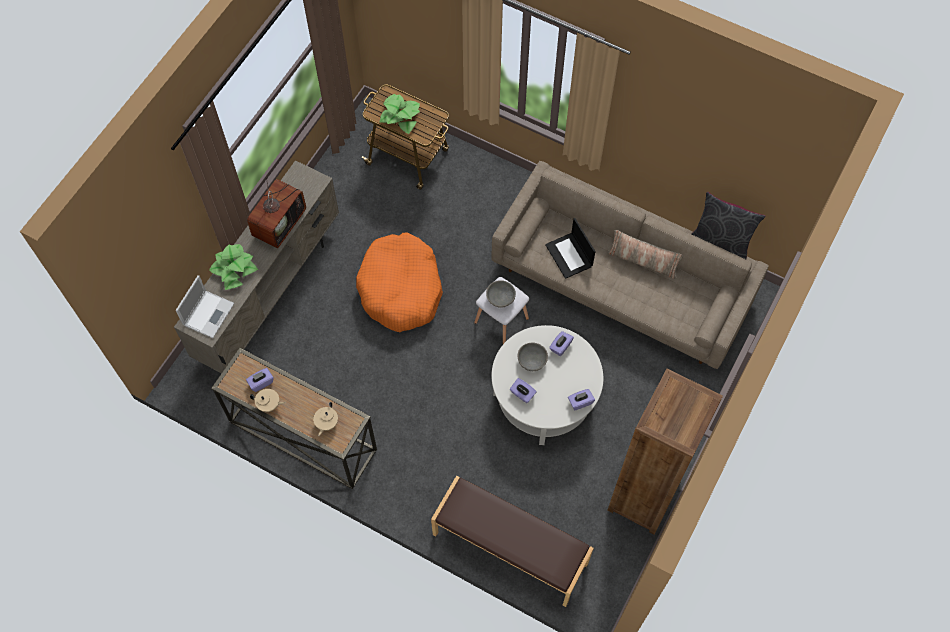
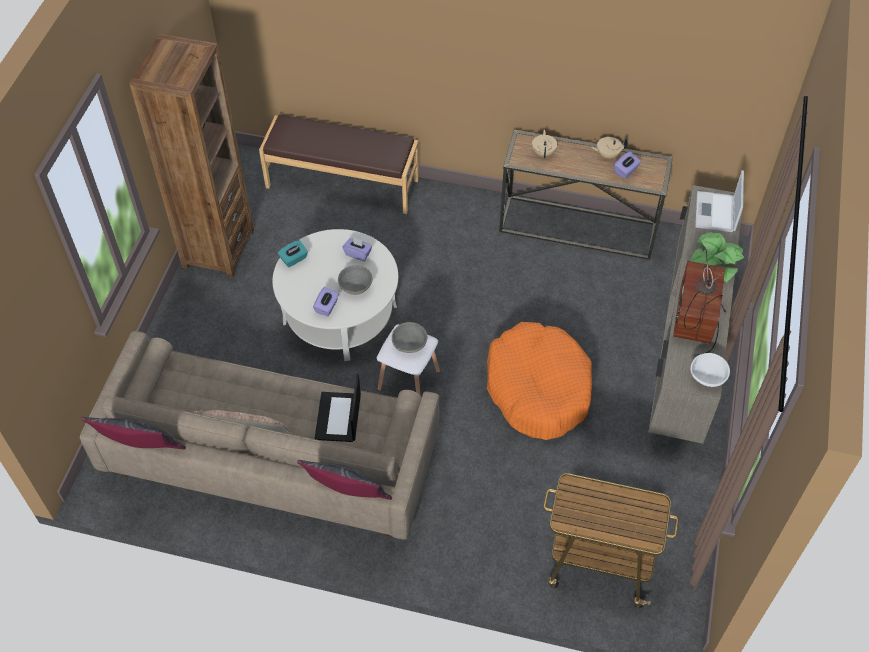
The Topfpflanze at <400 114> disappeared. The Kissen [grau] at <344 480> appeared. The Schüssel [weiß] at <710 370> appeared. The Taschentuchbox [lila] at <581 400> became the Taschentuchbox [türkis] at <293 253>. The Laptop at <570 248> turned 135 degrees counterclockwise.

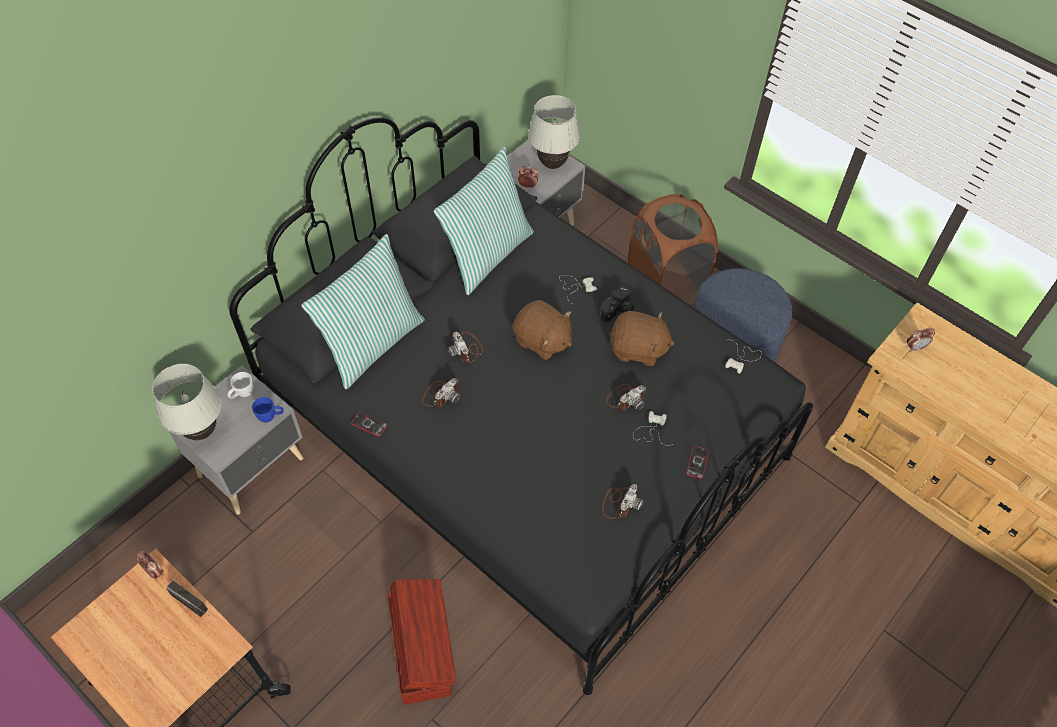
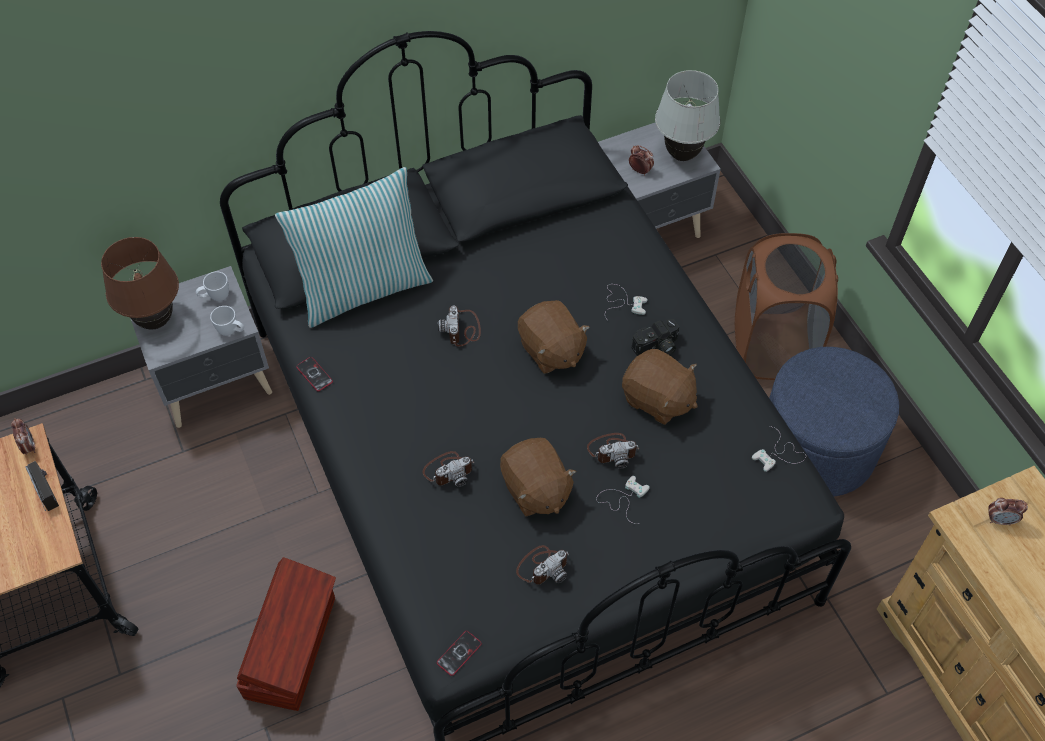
The Kissen at <484 221> disappeared. The Plüschtier [braun] at <538 477> appeared. The Kamera moved from <441 392> to <449 469>. The Handy moved from <697 462> to <459 653>. The Tischlampe [weiß] at <187 402> became the Tischlampe [braun] at <140 283>. The Henkelbecher [blau] at <268 410> became the Henkelbecher [weiß] at <227 321>.

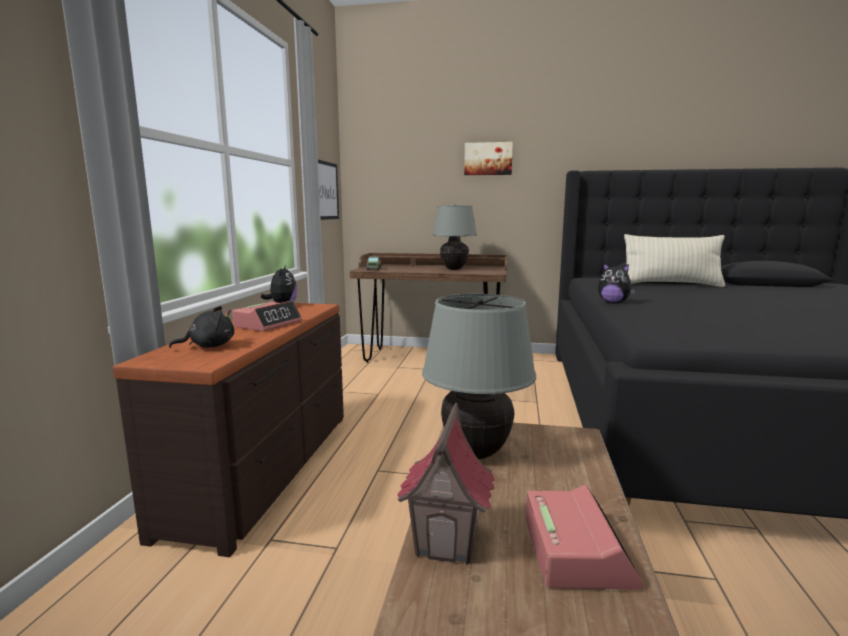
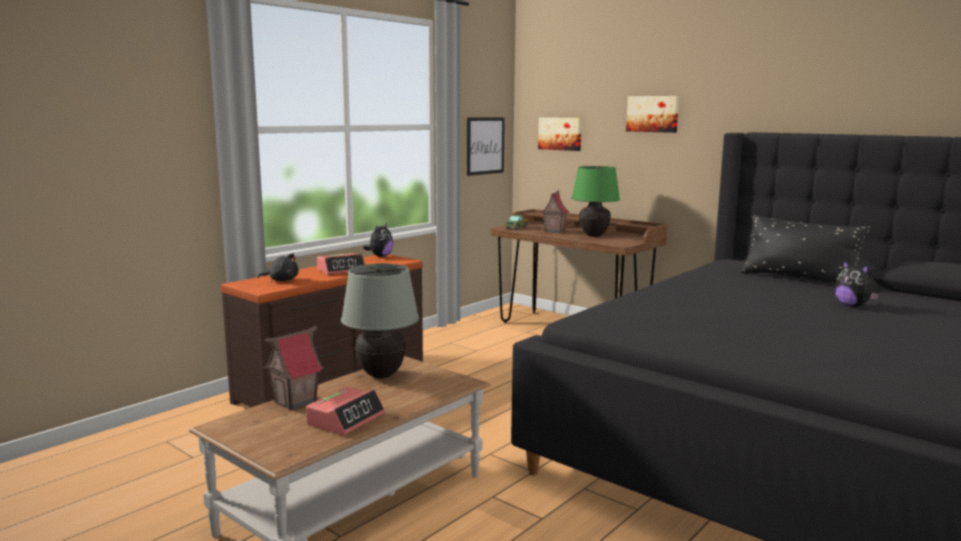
The Bild at <560 134> appeared. The Spielzeughaus at <554 211> appeared. The Plüschtier moved from <617 283> to <856 283>. The Tischlampe [grau] at <454 237> became the Tischlampe [grün] at <595 201>. The Kissen [beige] at <675 260> became the Kissen [schwarz] at <805 249>.

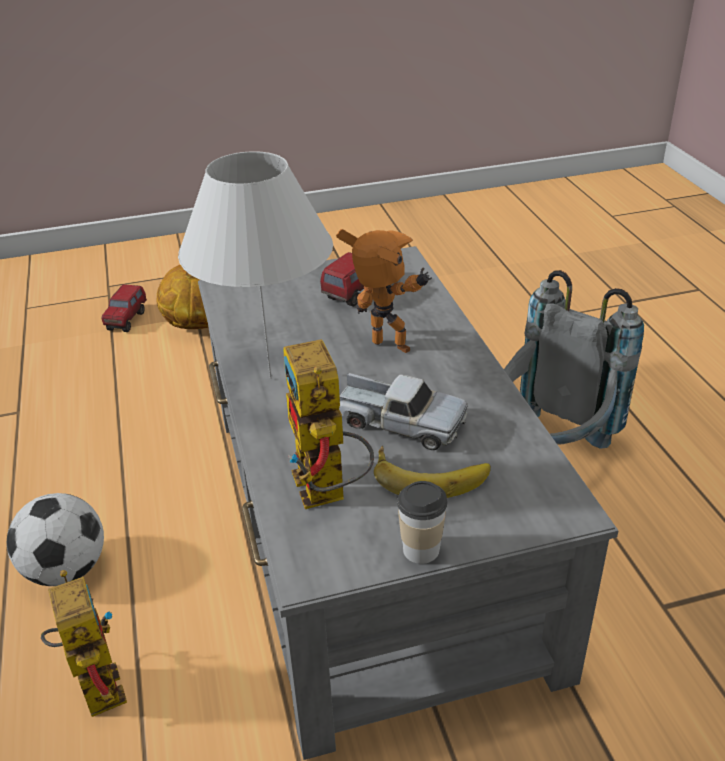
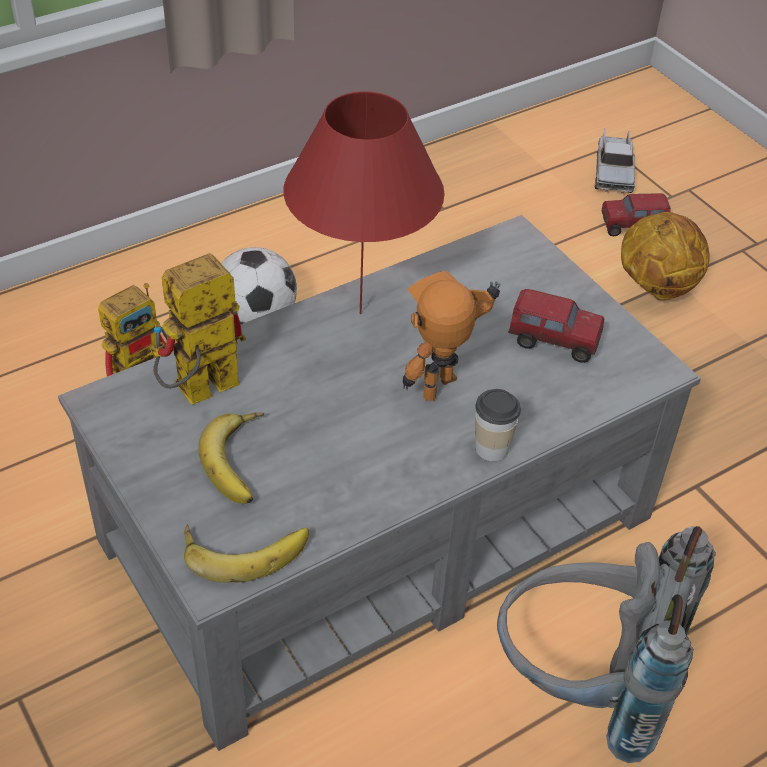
The Banane at <246 553> appeared. The Spielzeuglaster moved from <403 411> to <615 160>. The Tasse moved from <422 522> to <498 425>. The Tischlampe [weiß] at <255 265> became the Tischlampe [rot] at <364 202>. The Spielzeugroboter at <384 291> turned 150 degrees counterclockwise.

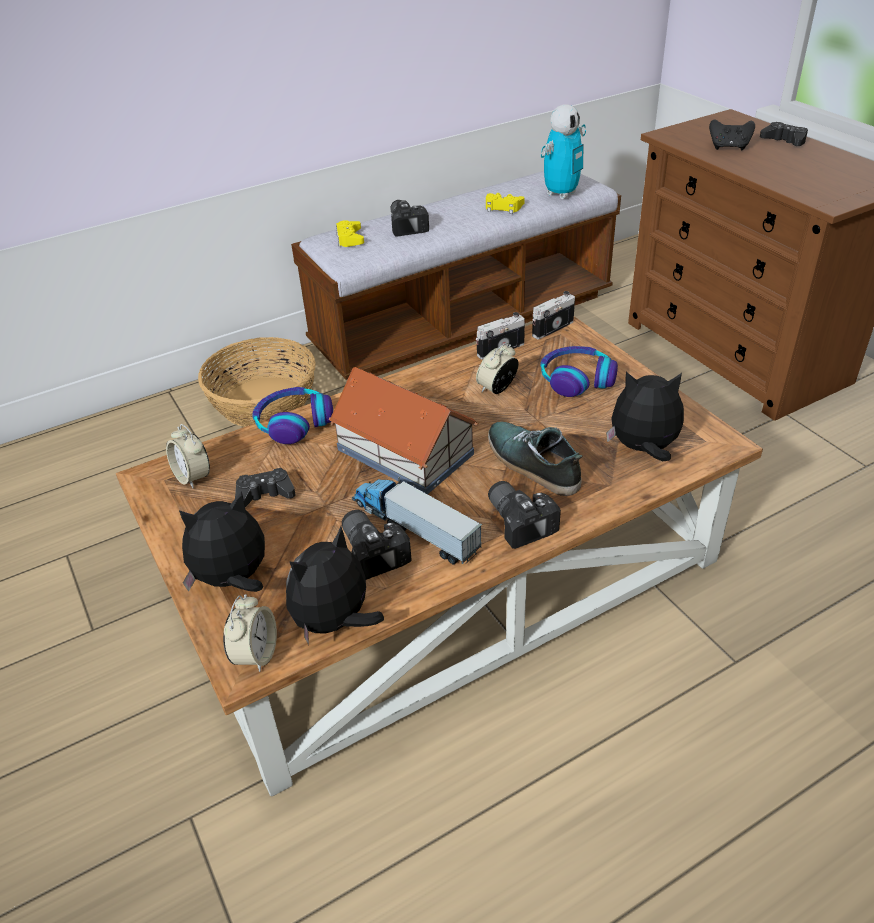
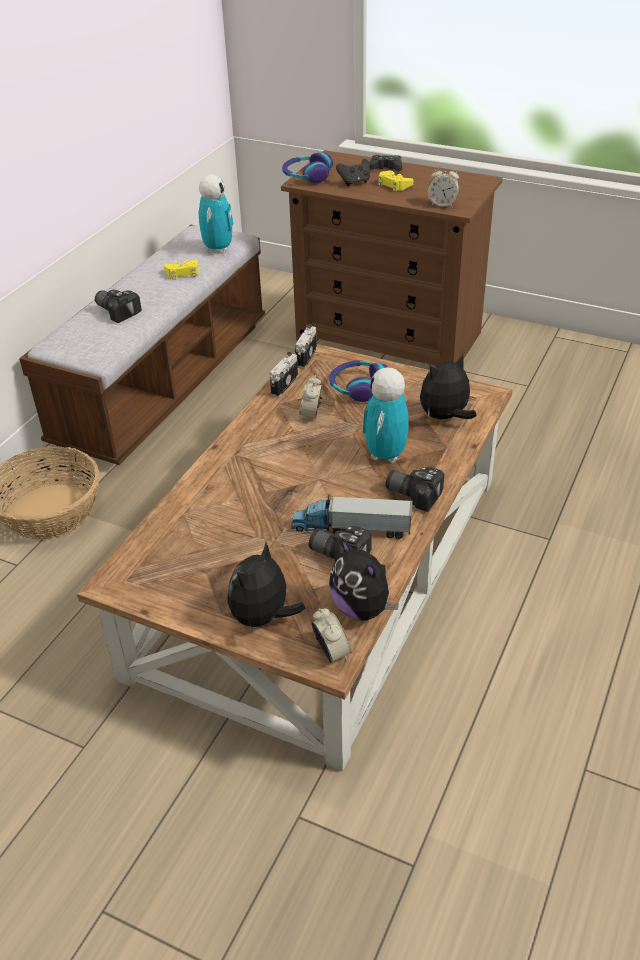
The Gamepad [schwarz] at <265 487> disappeared. The Spielzeughaus at <404 430> disappeared. The Wecker moved from <188 456> to <443 186>. The Kopfhörer moved from <292 415> to <307 167>. The Gamepad [gelb] moved from <350 233> to <395 181>. The Schuh at <535 459> was replaced by the Spielzeugroboter at <386 415>. The Plüschtier at <335 585> turned 45 degrees counterclockwise.

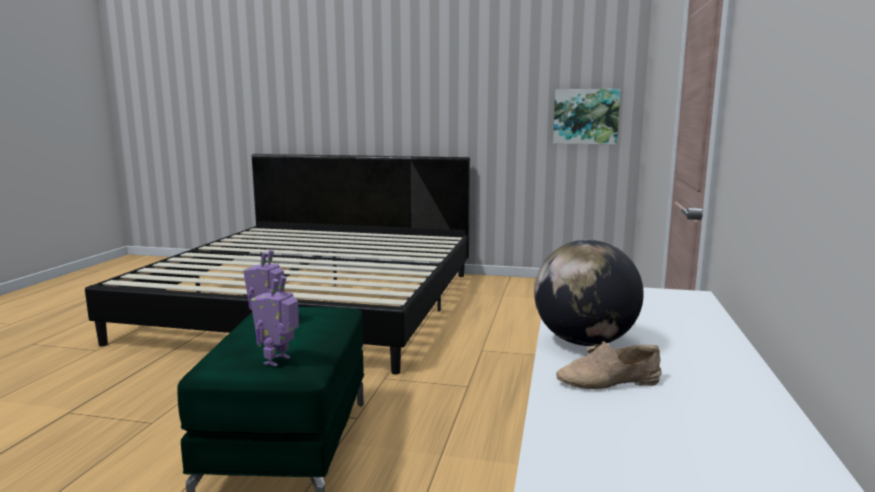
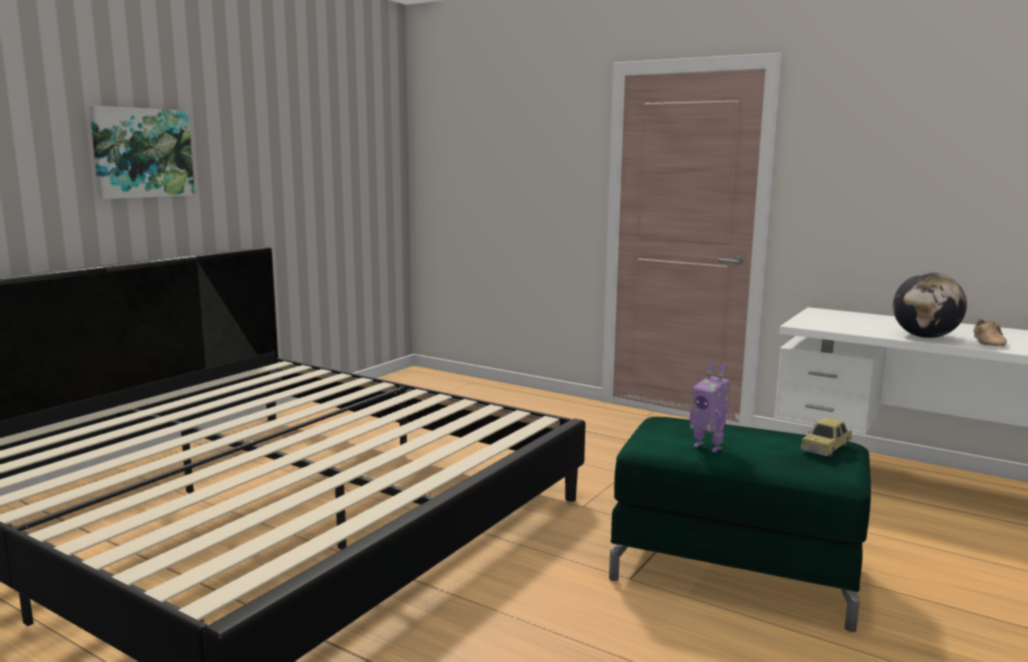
The Bild moved from <586 116> to <142 152>. The Spielzeugroboter at <274 321> was replaced by the Spielzeugauto at <826 437>.

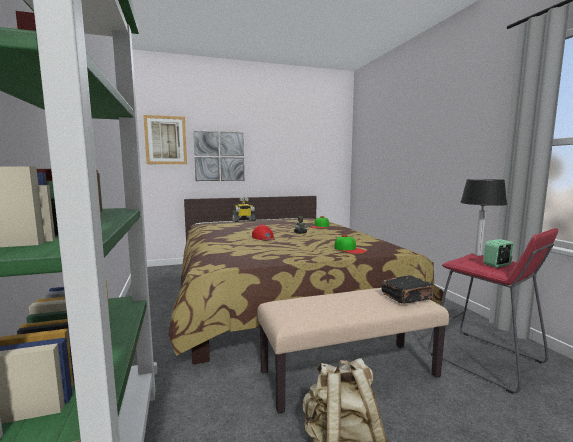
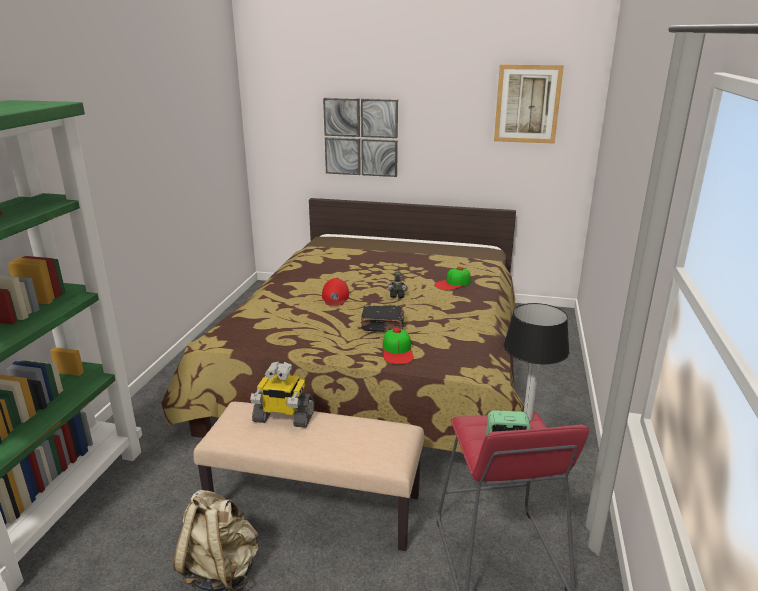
The Bild moved from <165 139> to <529 104>. The Spielzeugroboter moved from <244 209> to <282 394>. The Buch [schwarz] moved from <408 289> to <382 318>.

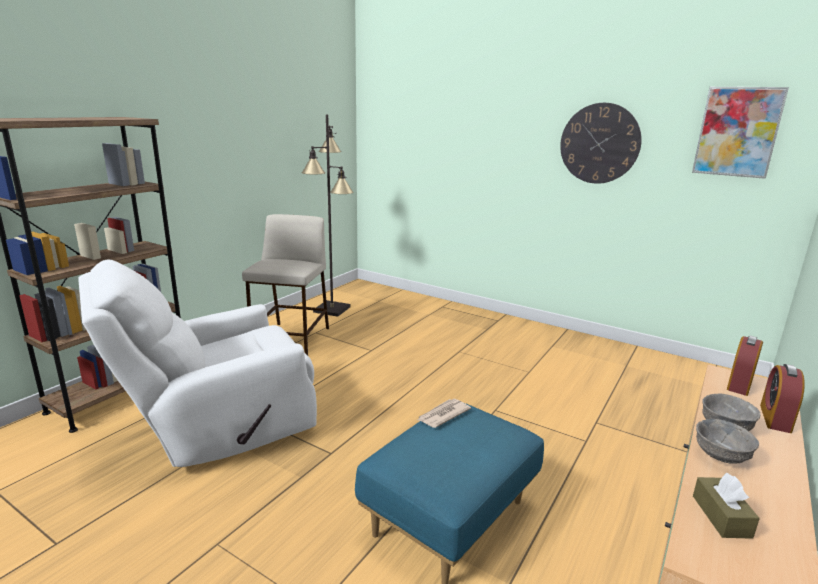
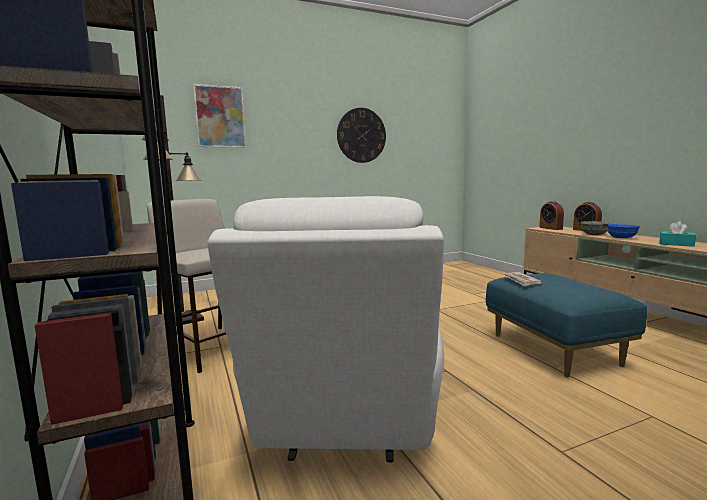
The Bild moved from <740 133> to <219 116>. The Taschentuchbox [braun] at <726 506> became the Taschentuchbox [türkis] at <677 234>. The Schüssel [grau] at <727 441> became the Schüssel [blau] at <624 231>.

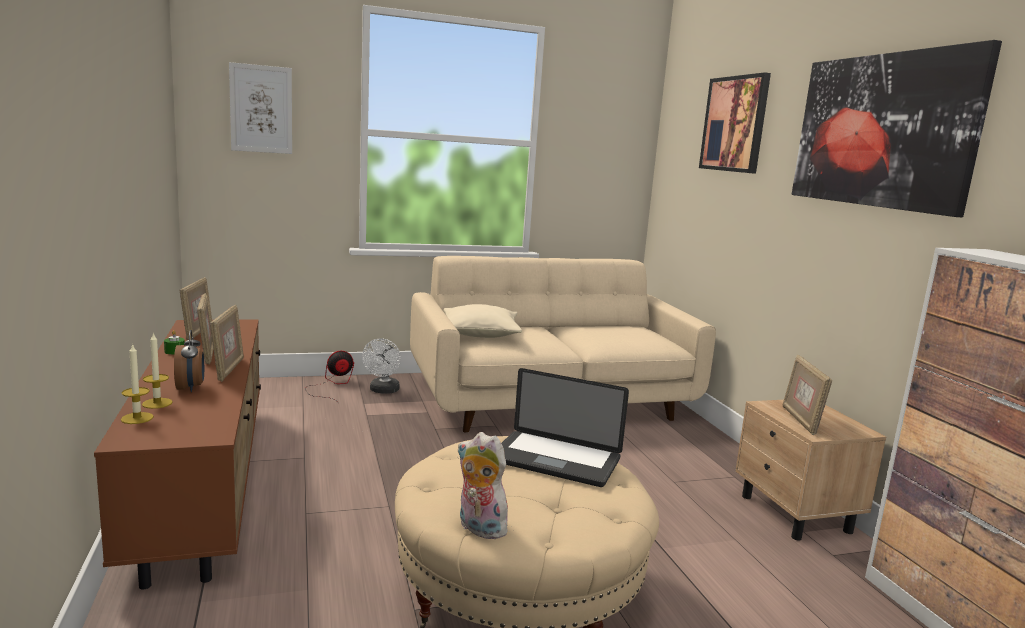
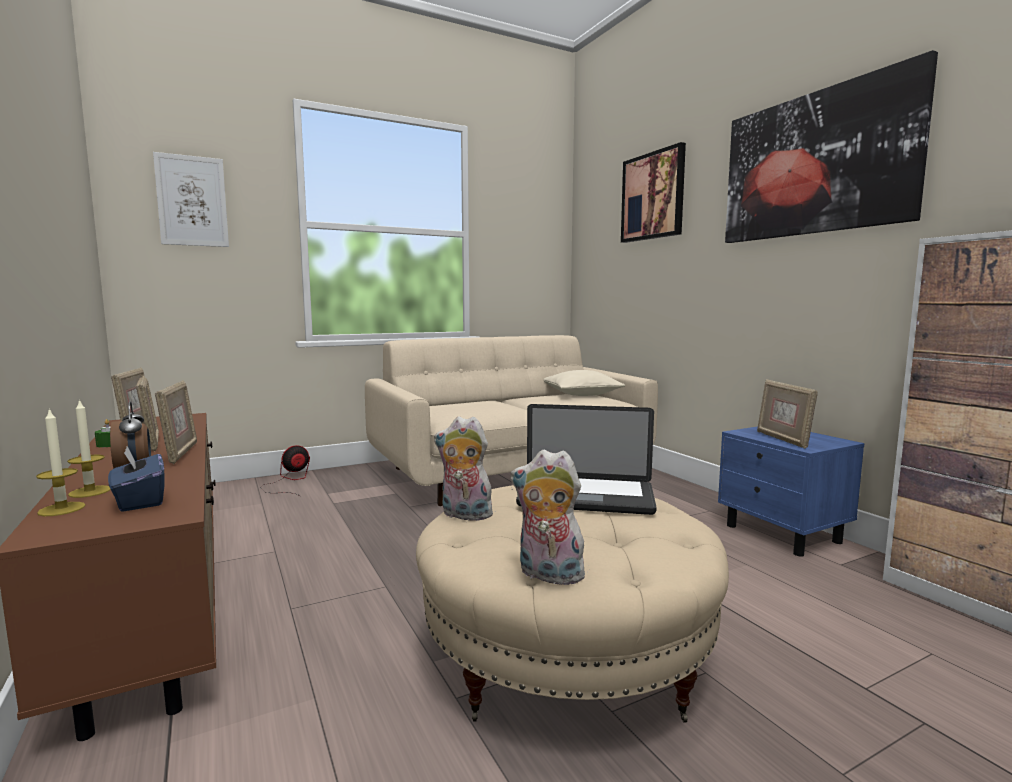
The Ventilator [weiß] at <381 366> disappeared. The Taschentuchbox [blau] at <136 479> appeared. The Plüschtier at <464 468> appeared. The Kissen [beige] moved from <483 321> to <584 383>. The Nachttisch [beige] at <810 470> became the Nachttisch [blau] at <791 492>.

